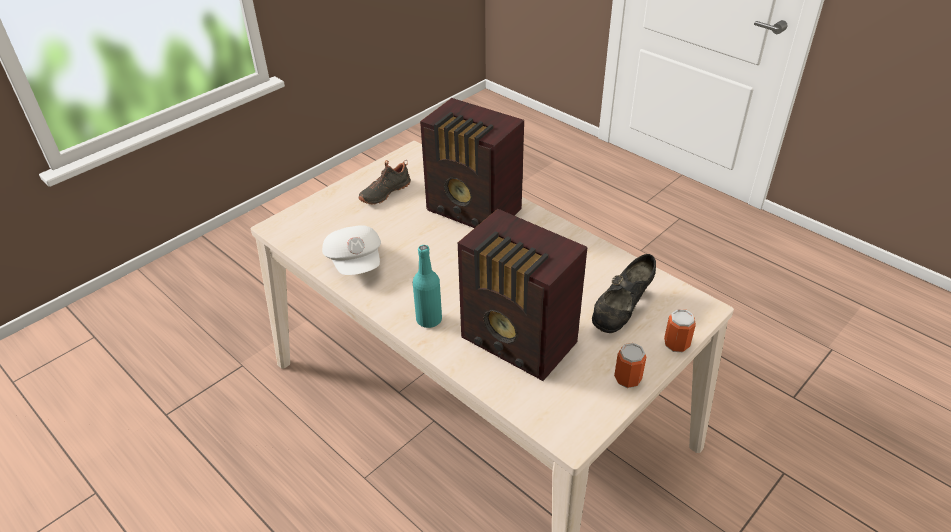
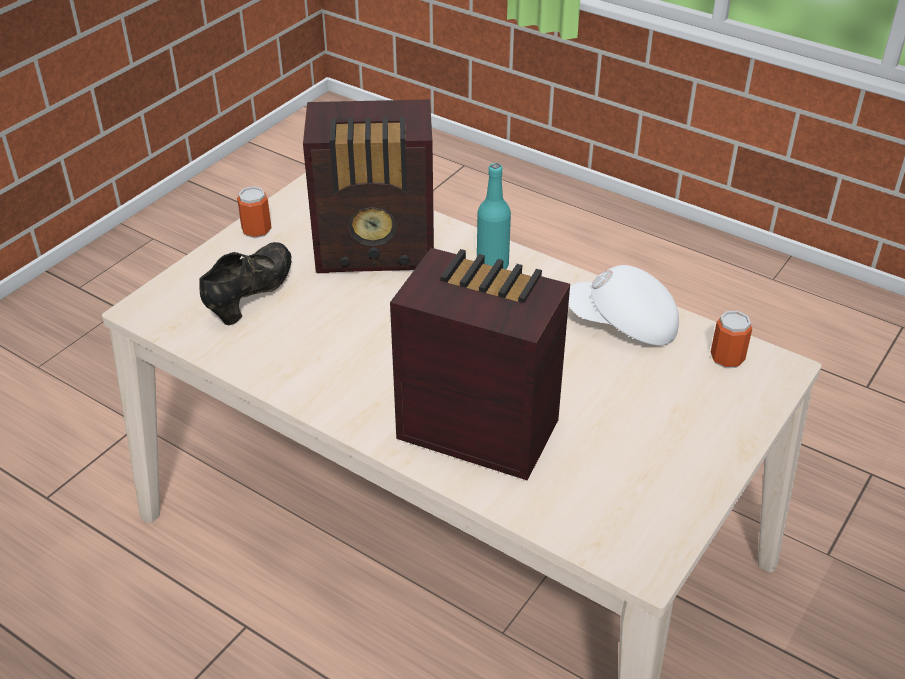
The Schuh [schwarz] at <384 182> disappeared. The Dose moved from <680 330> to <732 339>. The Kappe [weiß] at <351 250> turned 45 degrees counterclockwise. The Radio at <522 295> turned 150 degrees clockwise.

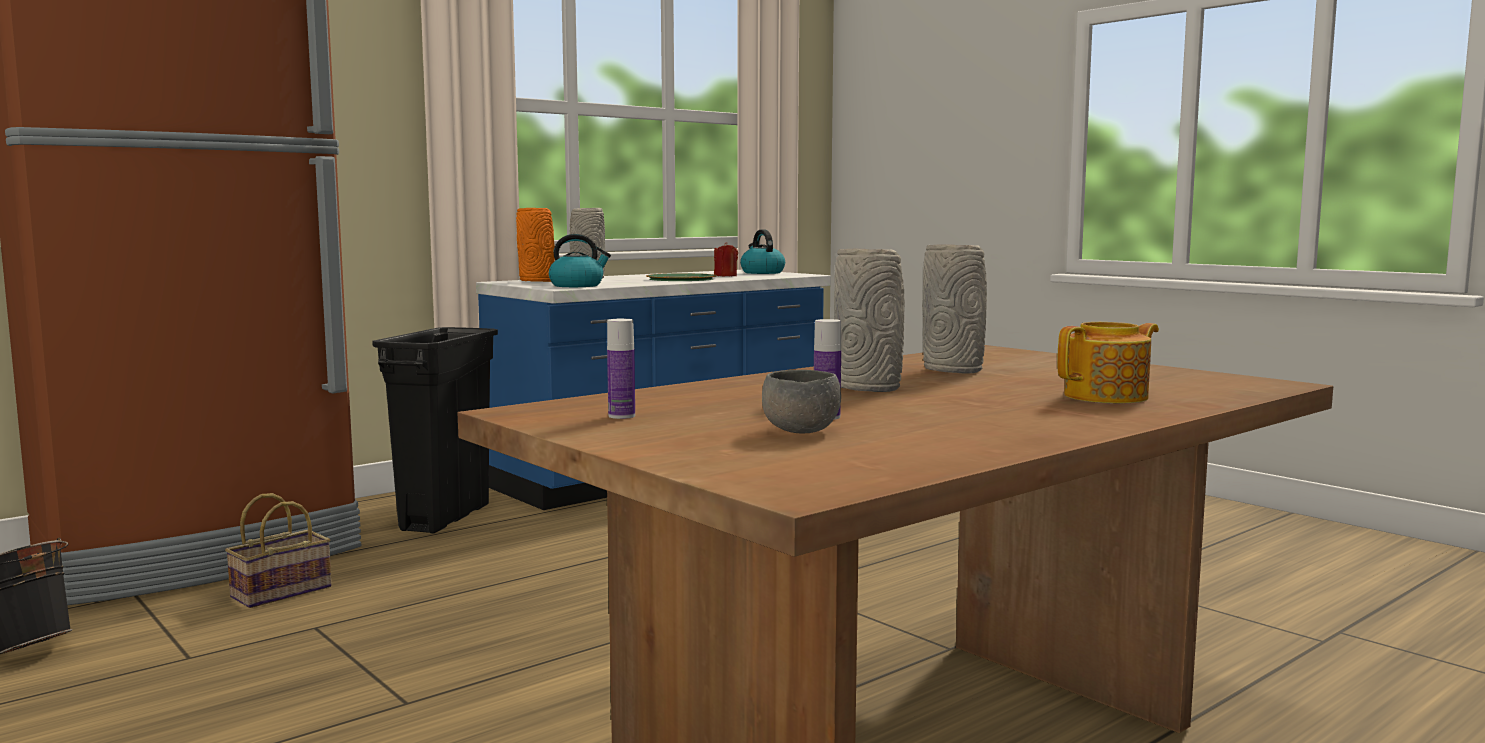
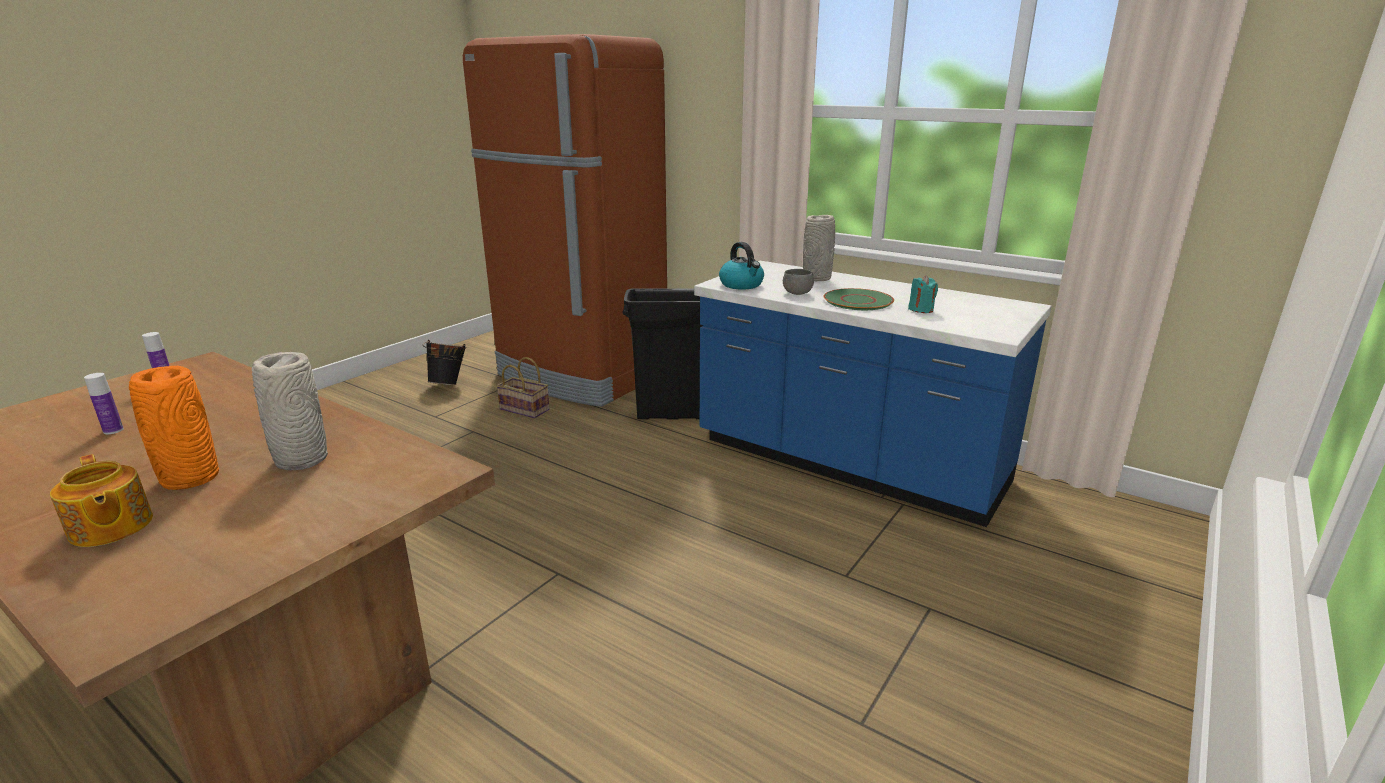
The Wasserkessel at <762 251> disappeared. The Vase [grau] at <869 320> disappeared. The Vase [orange] moved from <535 245> to <174 428>. The Schüssel [grau] moved from <801 402> to <798 282>. The Kerze [rot] at <726 259> became the Kerze [türkis] at <923 294>.

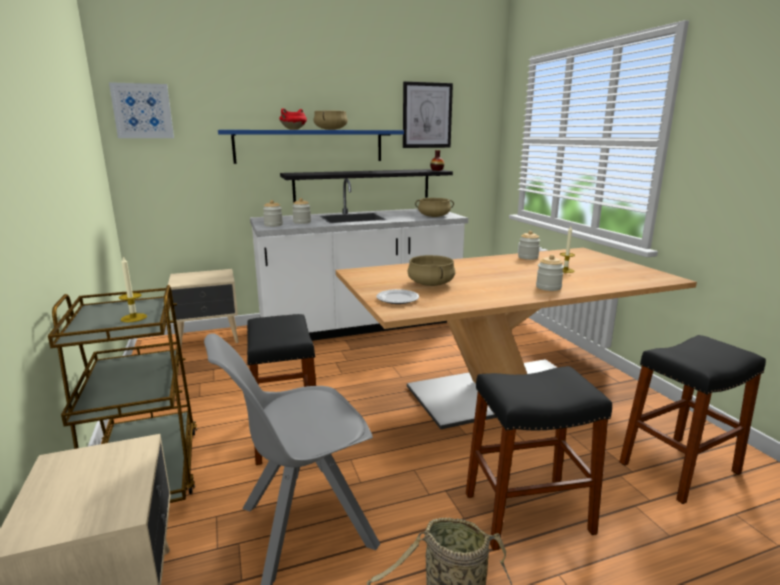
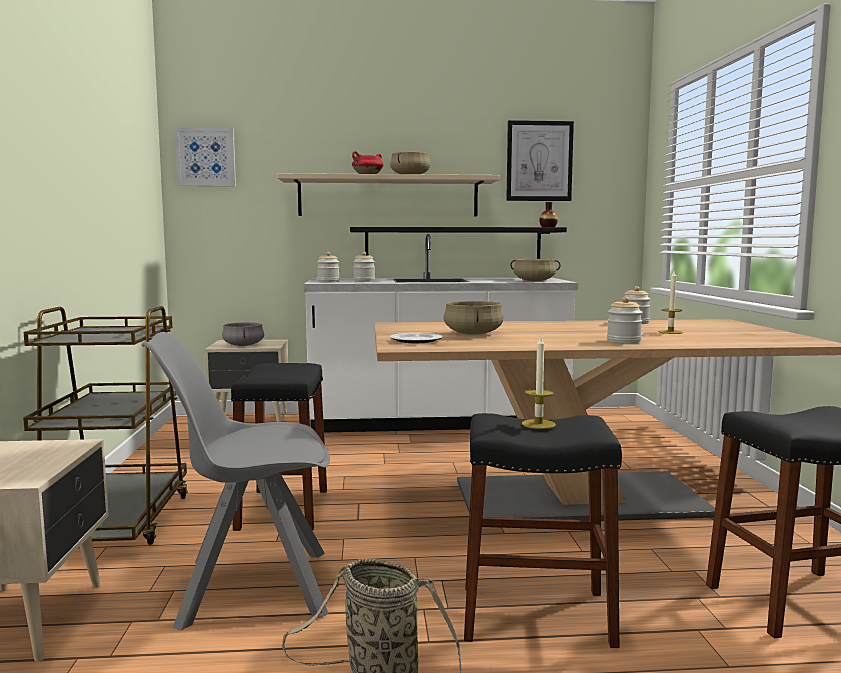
The Kochtopf [grau] at <243 334> appeared. The Kerze moved from <133 289> to <539 383>. The Wandregal [blau] at <311 147> became the Wandregal [beige] at <388 194>.

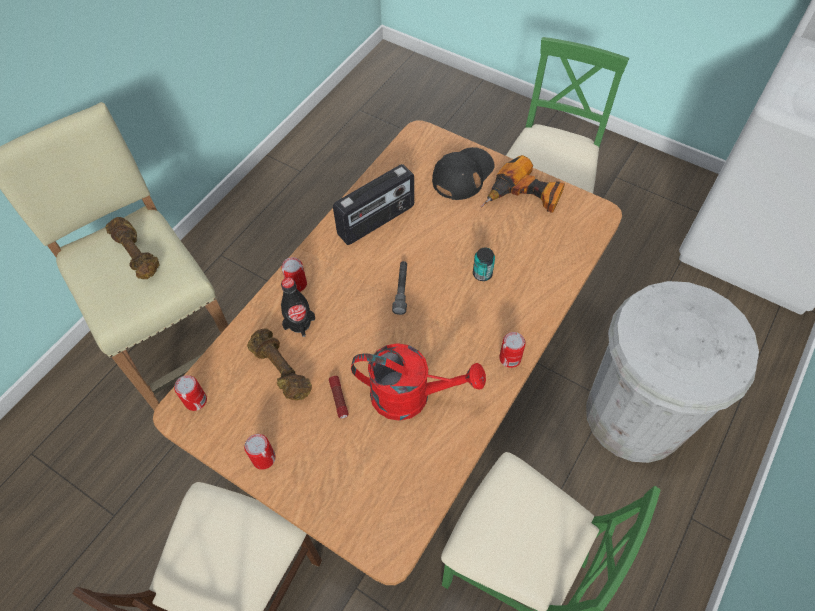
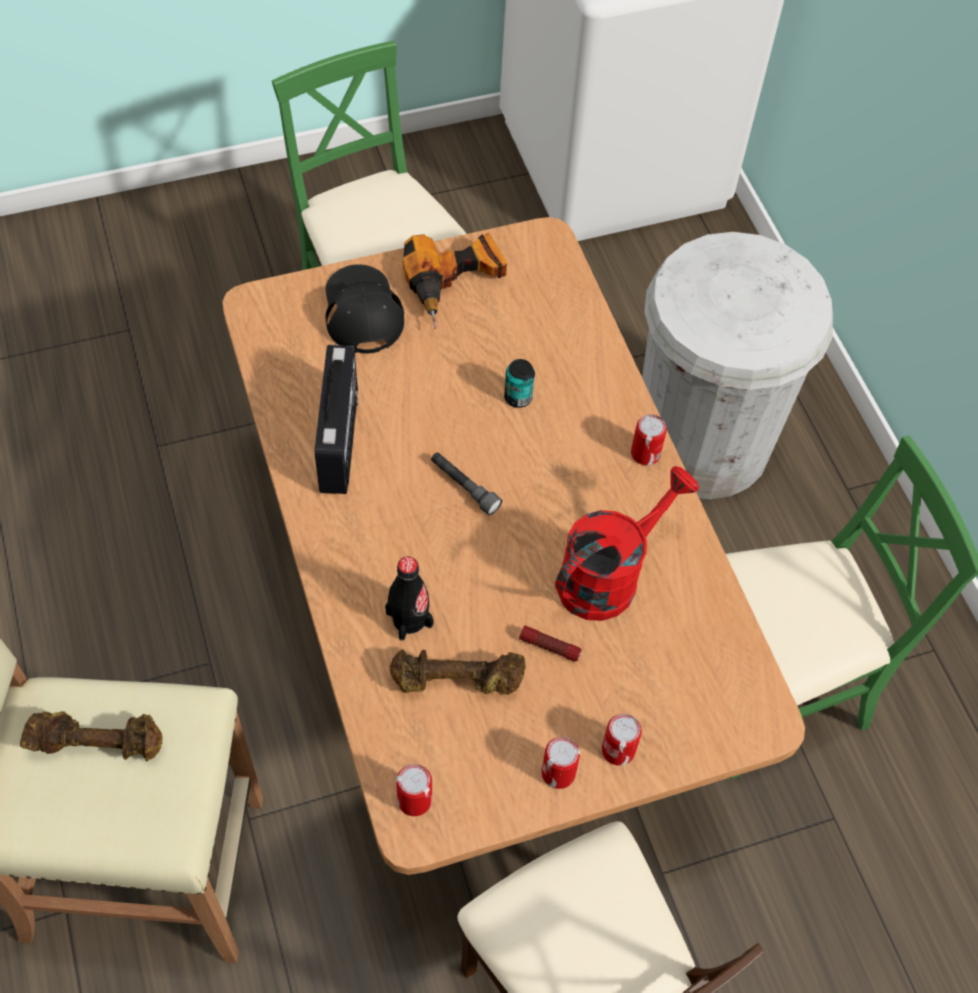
The Dose moved from <294 274> to <622 740>.

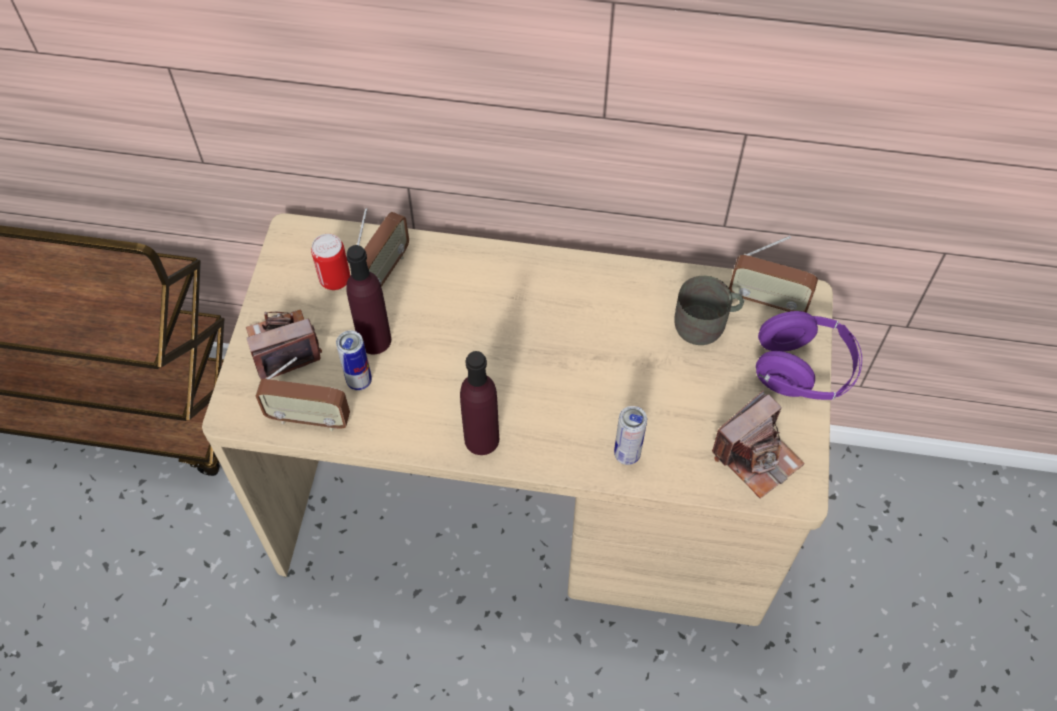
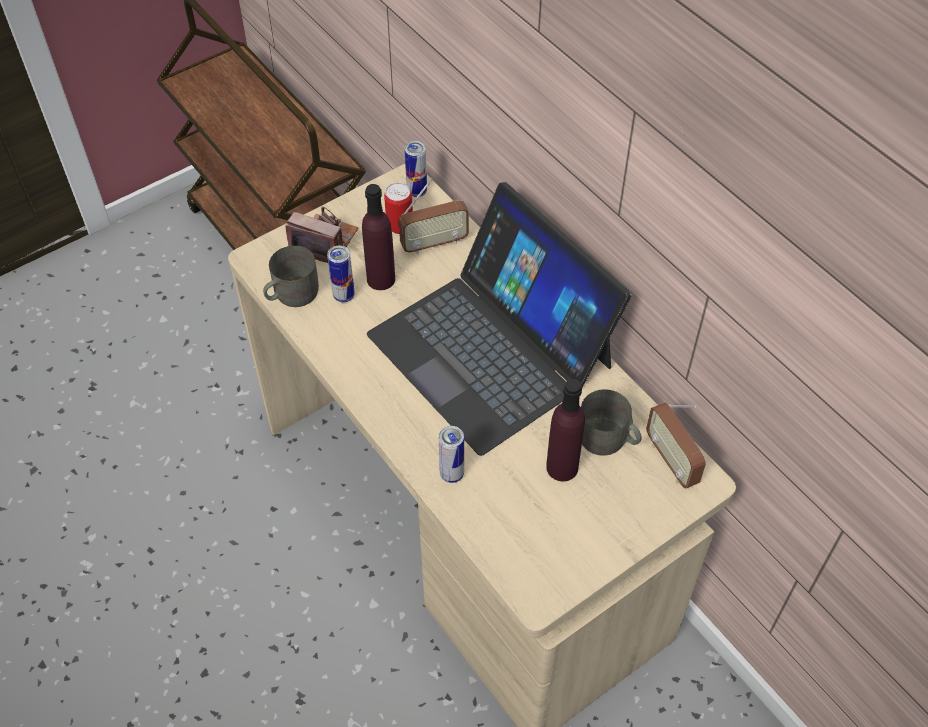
The Kamera at <758 444> disappeared. The Kopfhörer [lila] at <809 355> disappeared. The Laptop at <499 319> appeared. The Dose at <416 169> appeared. The Flasche [lila] moved from <479 403> to <565 430>. The Radio at <303 394> was replaced by the Henkelbecher [grau] at <291 276>.

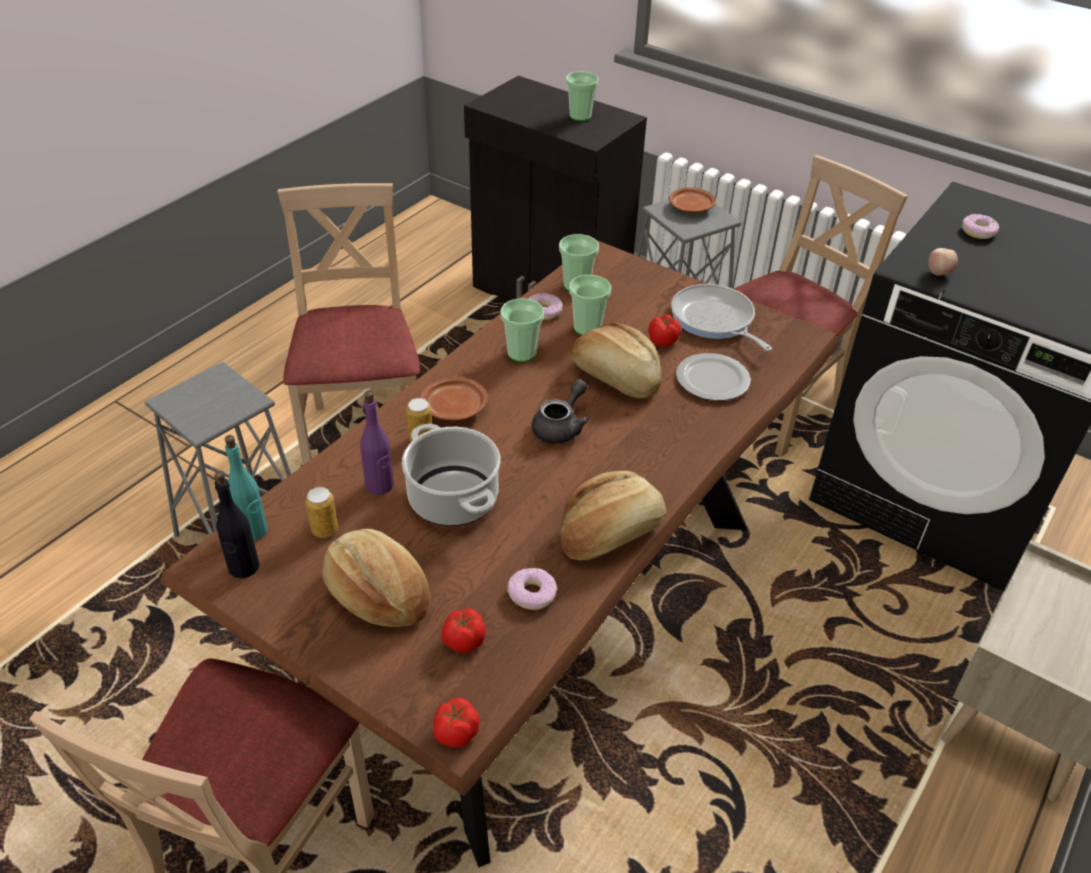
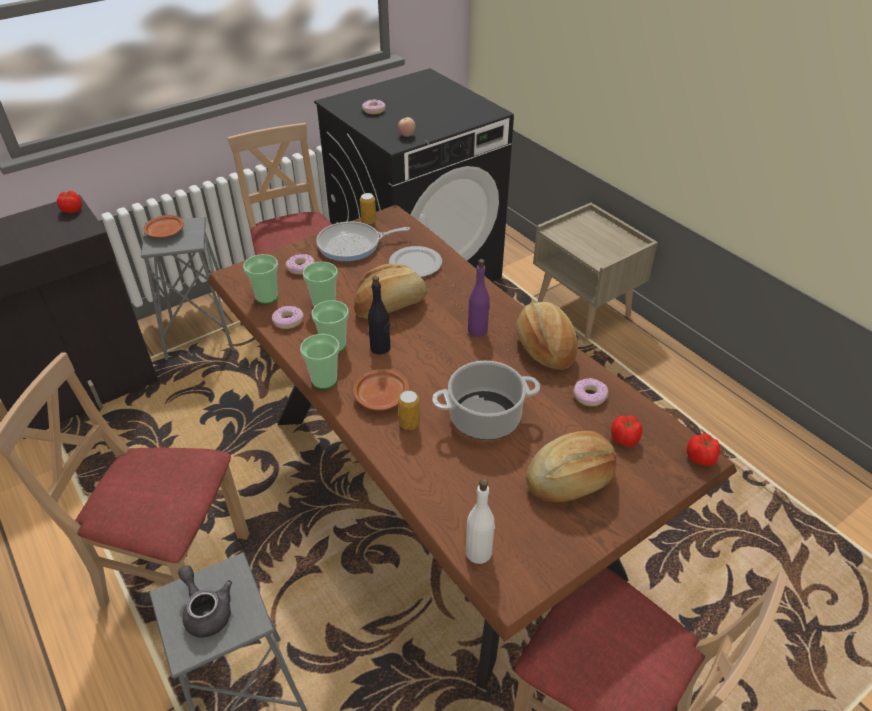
The Donut at <300 264> appeared. The Flasche [schwarz] moved from <236 524> to <379 315>. The Dose moved from <321 512> to <368 208>. The Flasche [lila] moved from <377 443> to <479 298>. The Teekanne [grau] moved from <560 411> to <205 601>. The Tasse moved from <582 96> to <320 361>. The Tomate moved from <664 331> to <69 202>. The Flasche [türkis] at <246 488> became the Flasche [weiß] at <480 521>.

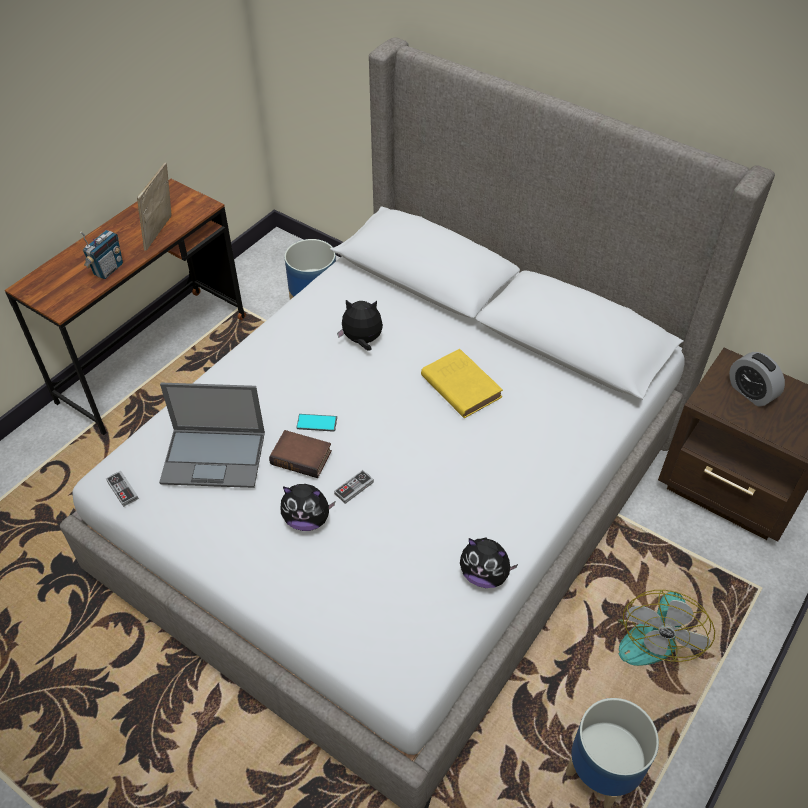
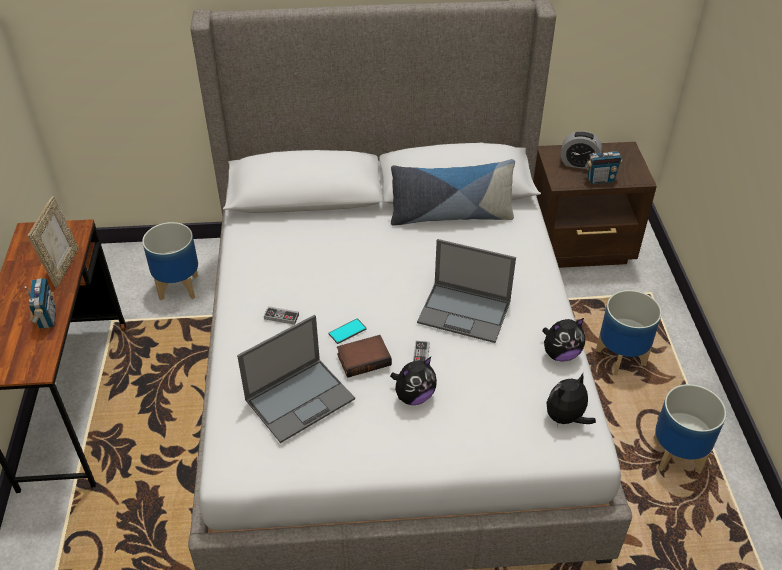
The Buch [gelb] at <462 383> disappeared. The Kissen at <453 192> appeared. The Laptop at <466 291> appeared. The Radio at <603 162> appeared. The Gamepad moved from <122 489> to <281 315>. The Plüschtier moved from <360 325> to <571 400>. The Ventilator at <666 628> was replaced by the Pflanzkübel at <629 333>. The Bilderrahmen at <154 206> turned 150 degrees counterclockwise.

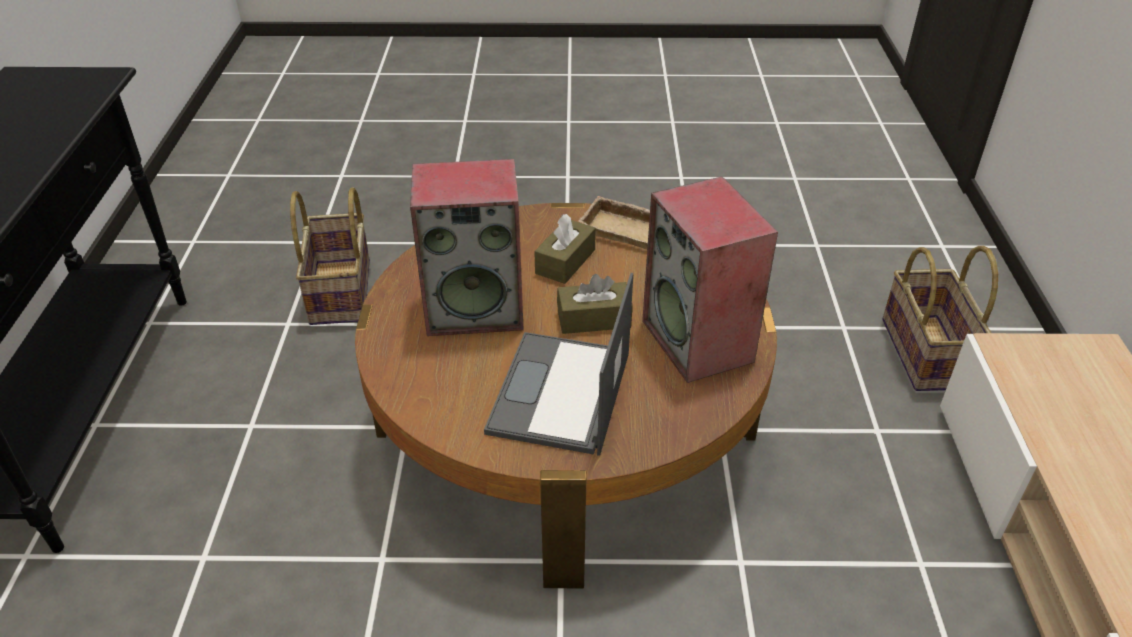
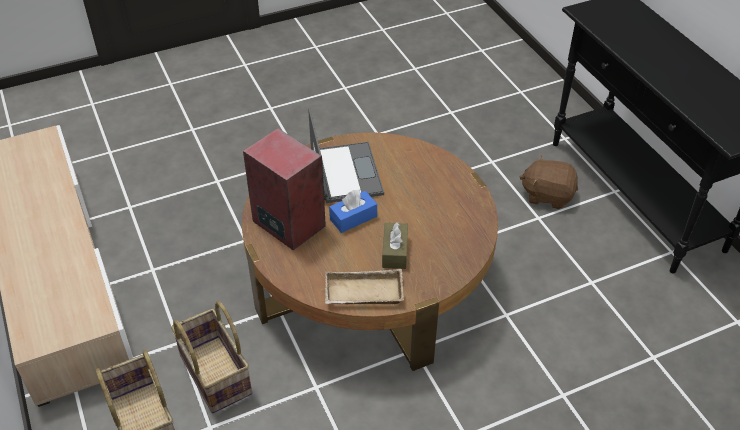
The Lautsprecher at <467 247> disappeared. The Plüschtier [braun] at <549 182> appeared. The Korb moved from <330 256> to <211 357>. The Taschentuchbox [braun] at <595 304> became the Taschentuchbox [blau] at <353 211>.

